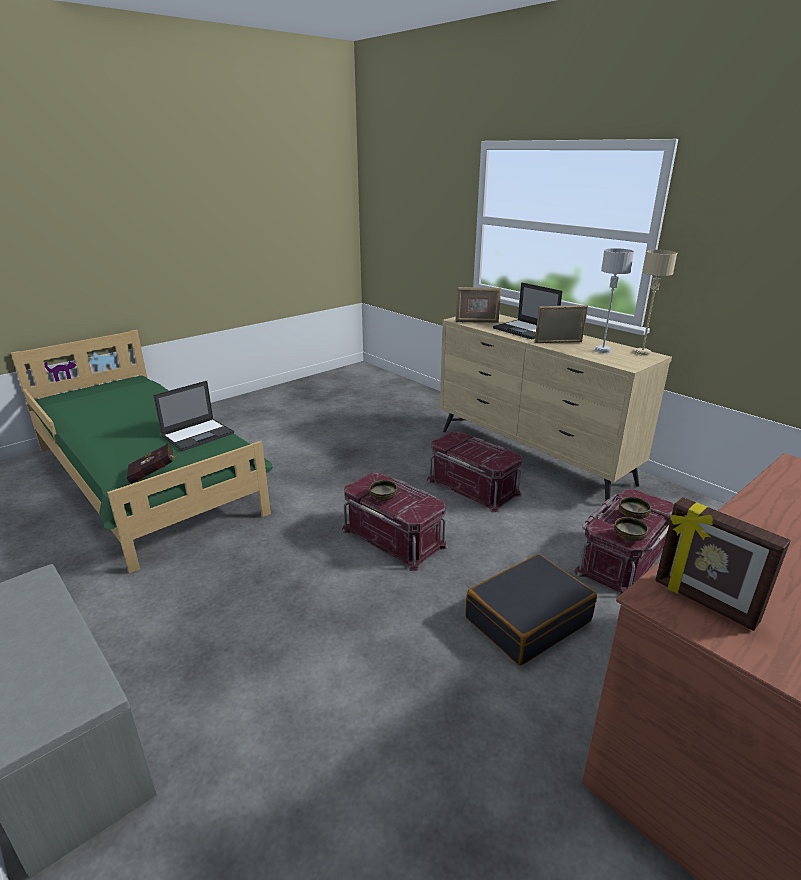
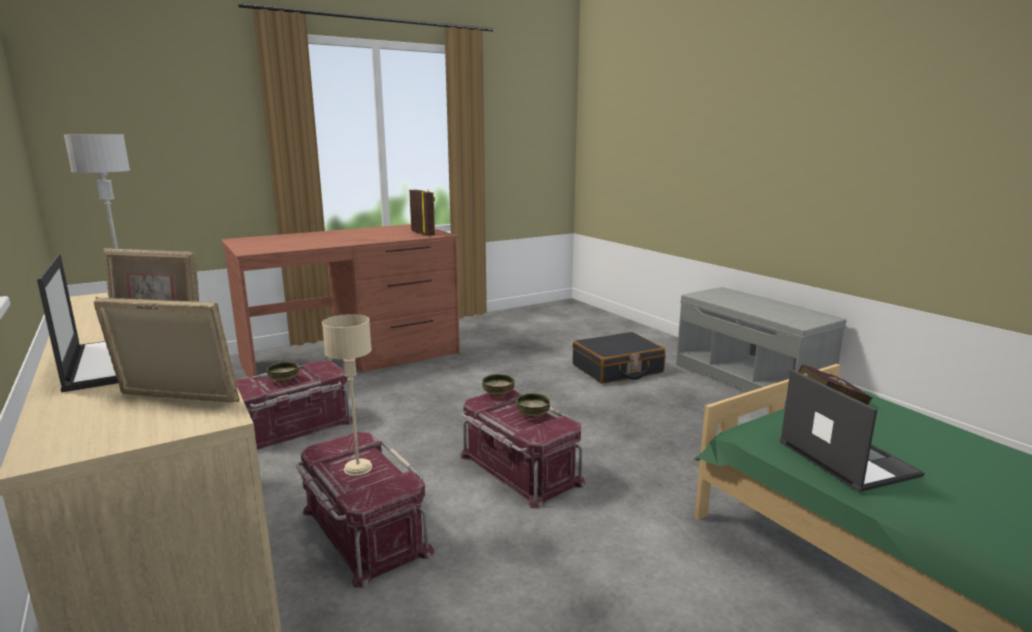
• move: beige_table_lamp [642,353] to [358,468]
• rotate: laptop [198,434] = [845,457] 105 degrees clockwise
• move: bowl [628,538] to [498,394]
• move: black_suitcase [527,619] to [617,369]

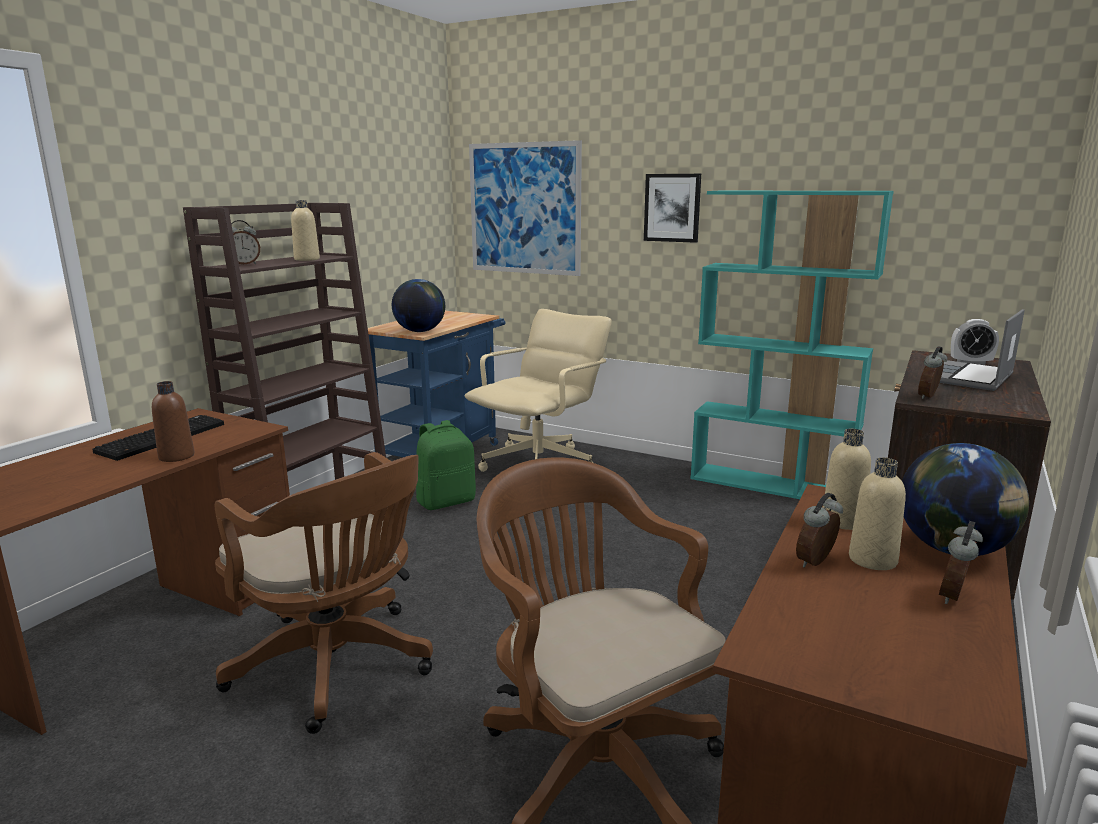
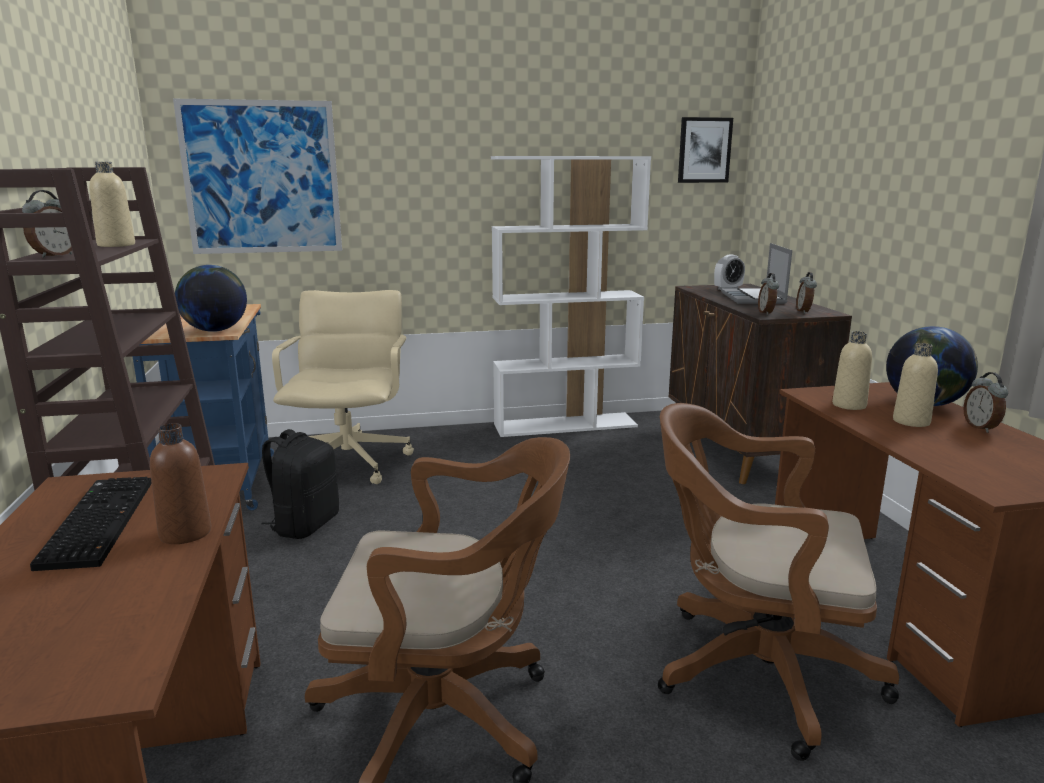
• move: picture [672,208] to [704,150]
• recolor: turquoise_bookcase [771,485] to white_bookcase [565,425]
• recolor: green_backpack [446,501] to black_backpack [304,525]
• move: alarm_clock [817,563] to [804,311]

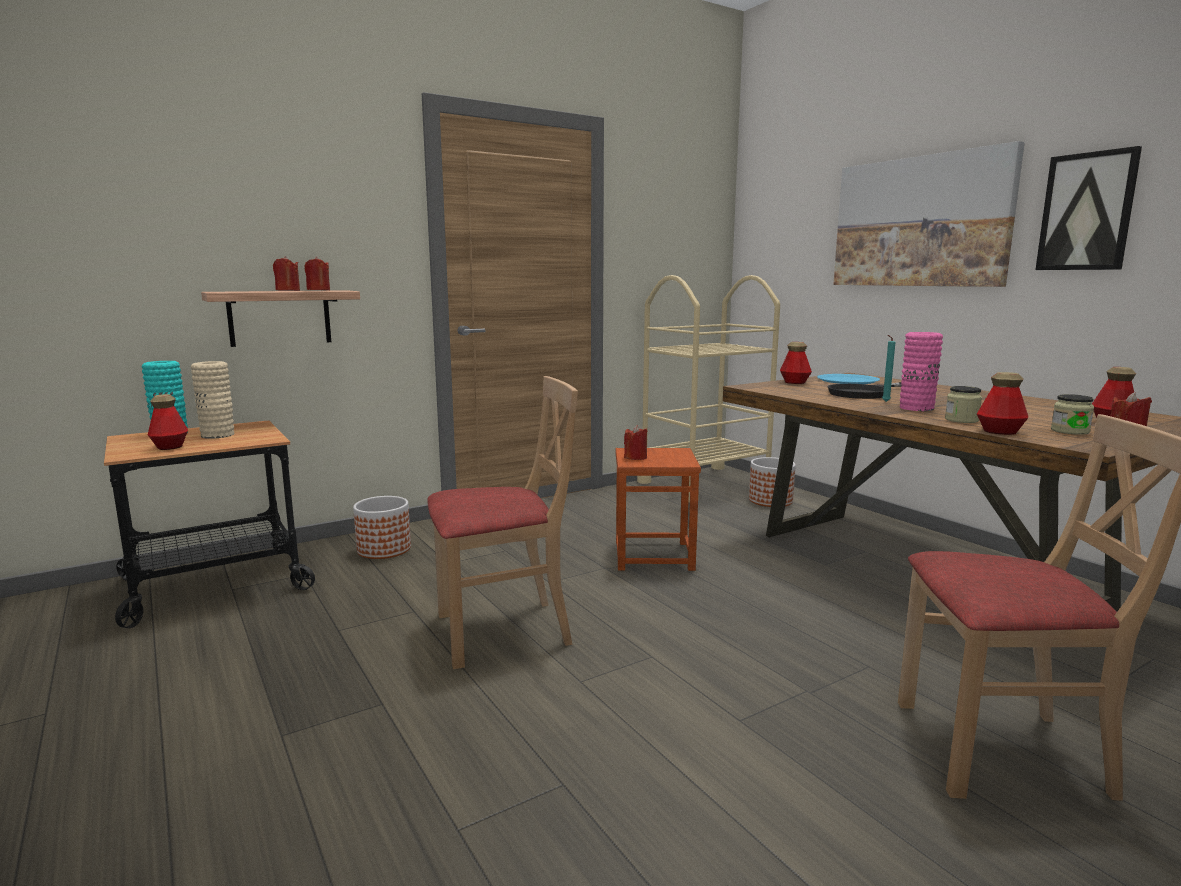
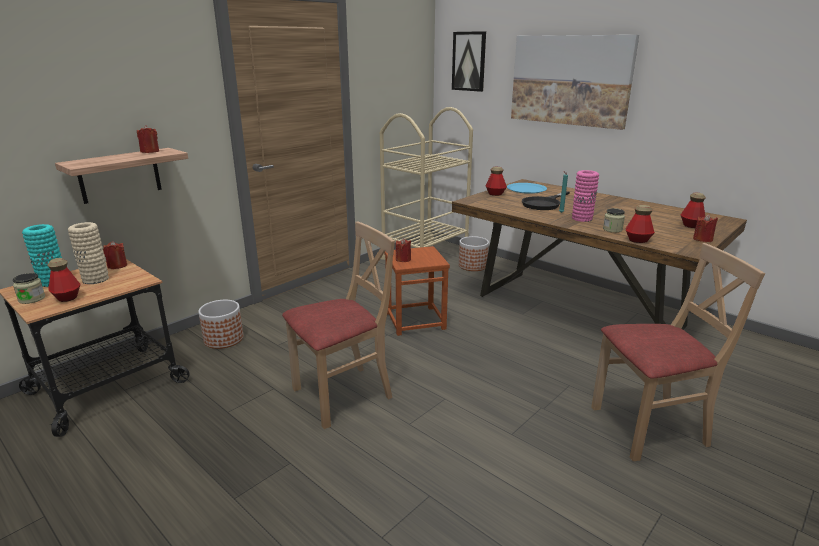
• move: picture [1087,212] to [469,61]
• move: red_candle [288,290] to [117,266]
• move: jar [1070,431] to [32,299]

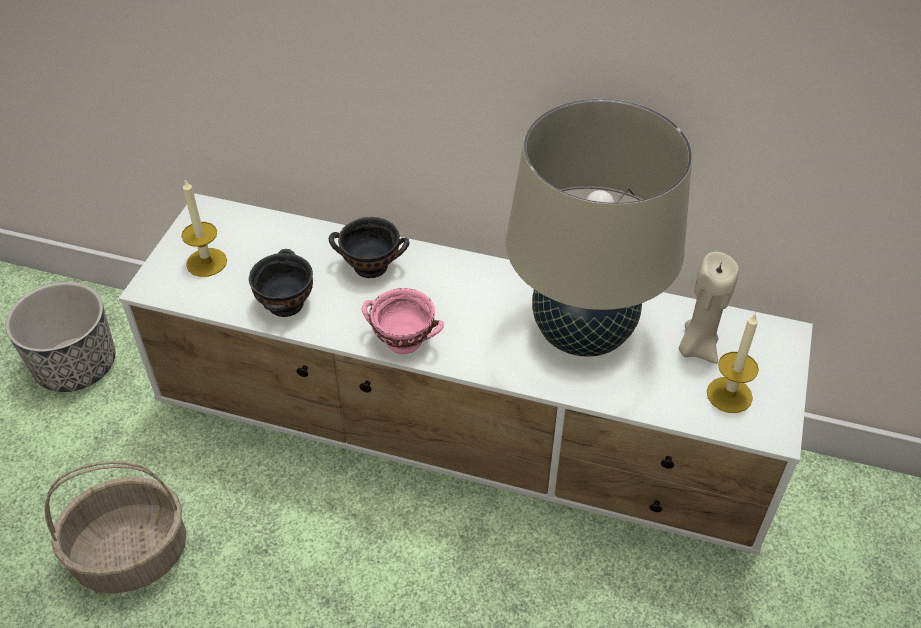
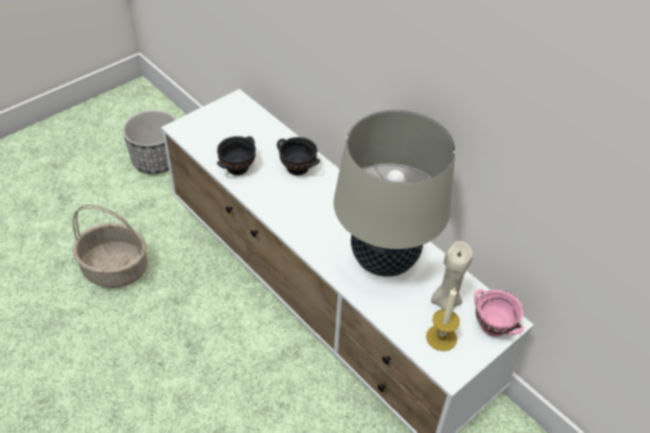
• delete: candle [206,262]
• move: pink_bowl [405,341] to [494,327]

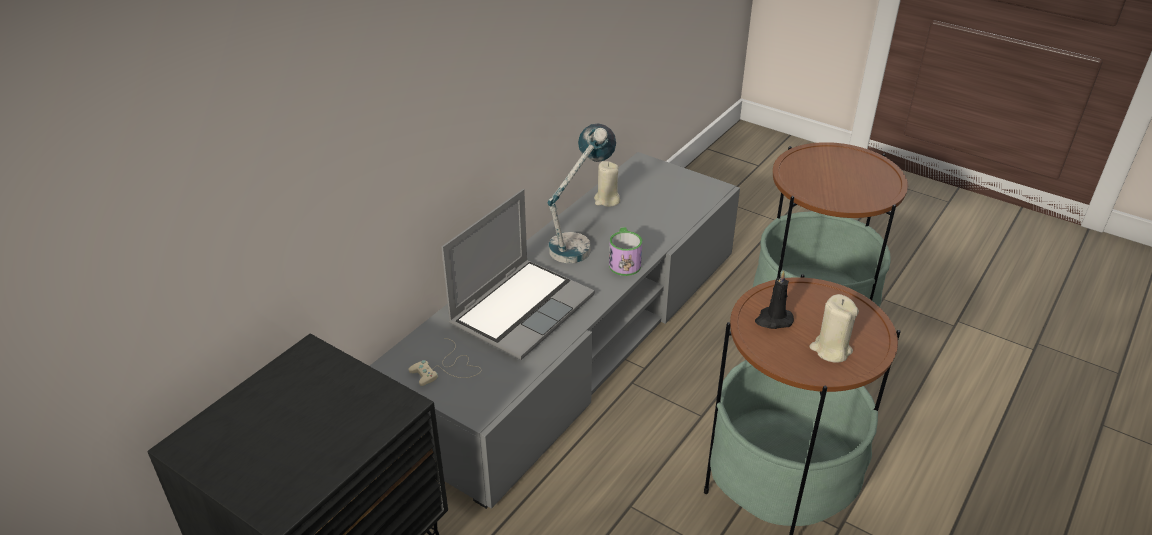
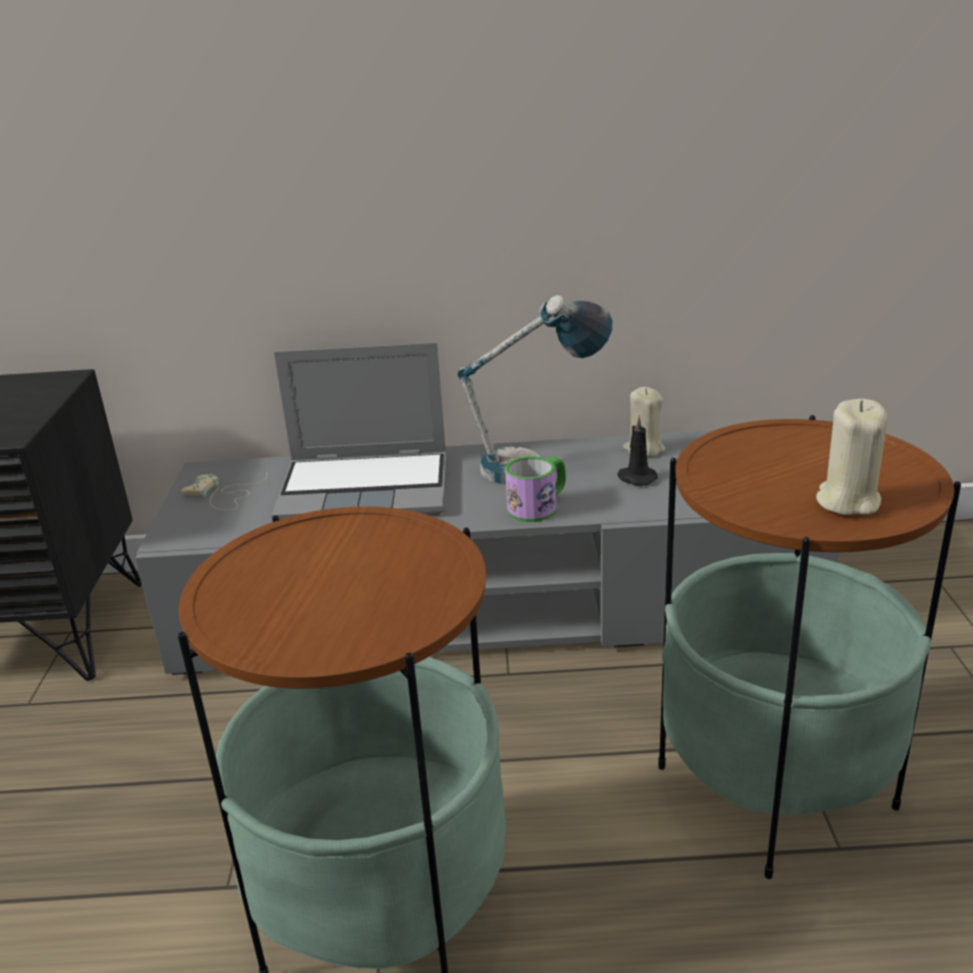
• move: black_candle [773,320] to [636,478]
• move: beige_candle [830,349] to [847,501]

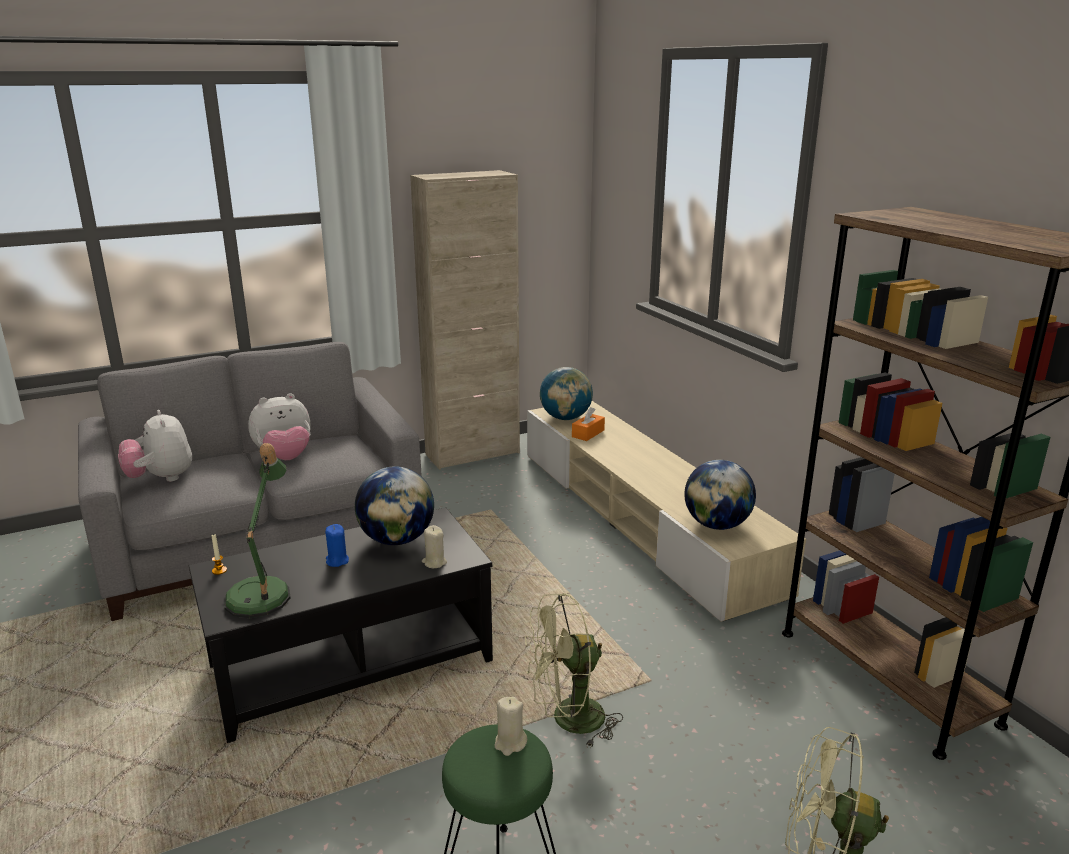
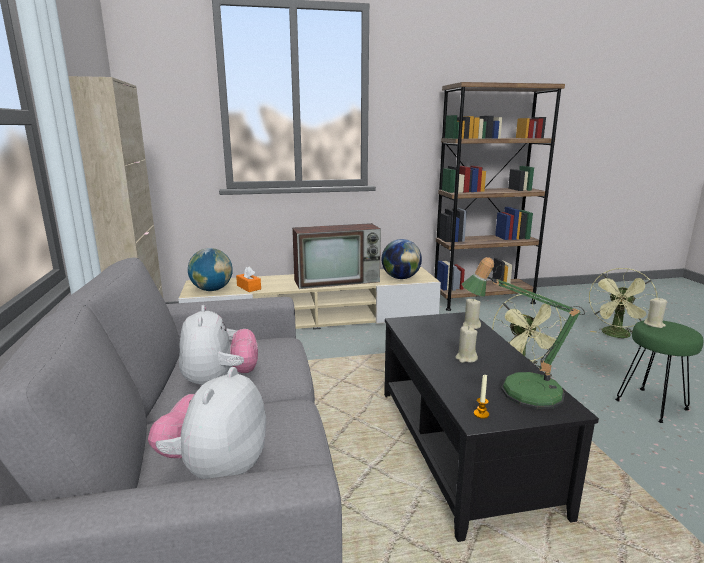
• rotate: plush_toy [161,478] = [216,469] 120 degrees clockwise
• delete: globe [397,539]
• recolor: blue_candle [337,561] to beige_candle [466,358]
• insert: television [338,281]

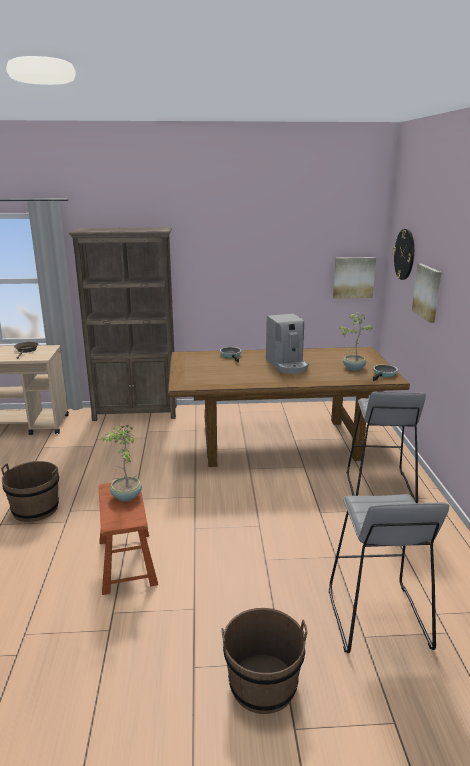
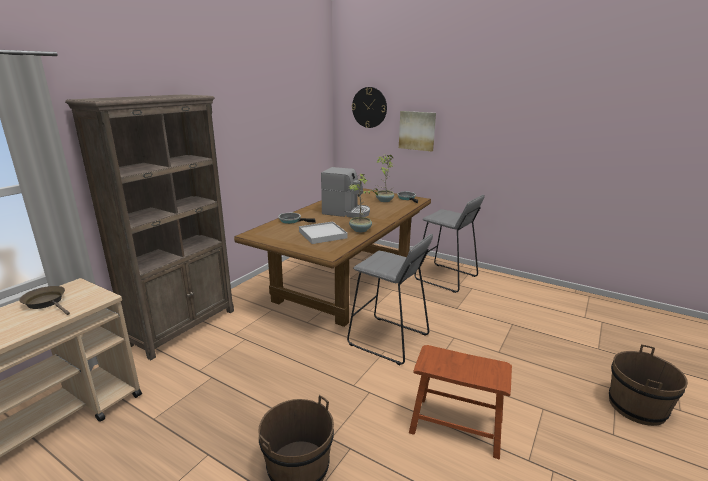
• delete: picture [353,277]
• move: potted_plant [125,496] to [360,230]
• move: grey_stool [376,618] to [388,340]
• insert: white_tray [322,235]

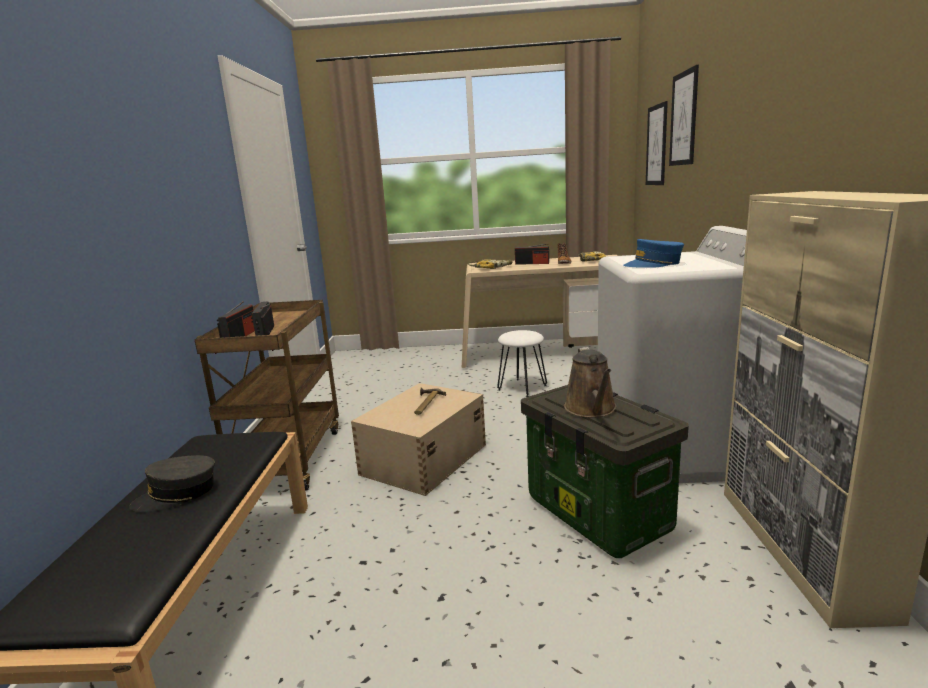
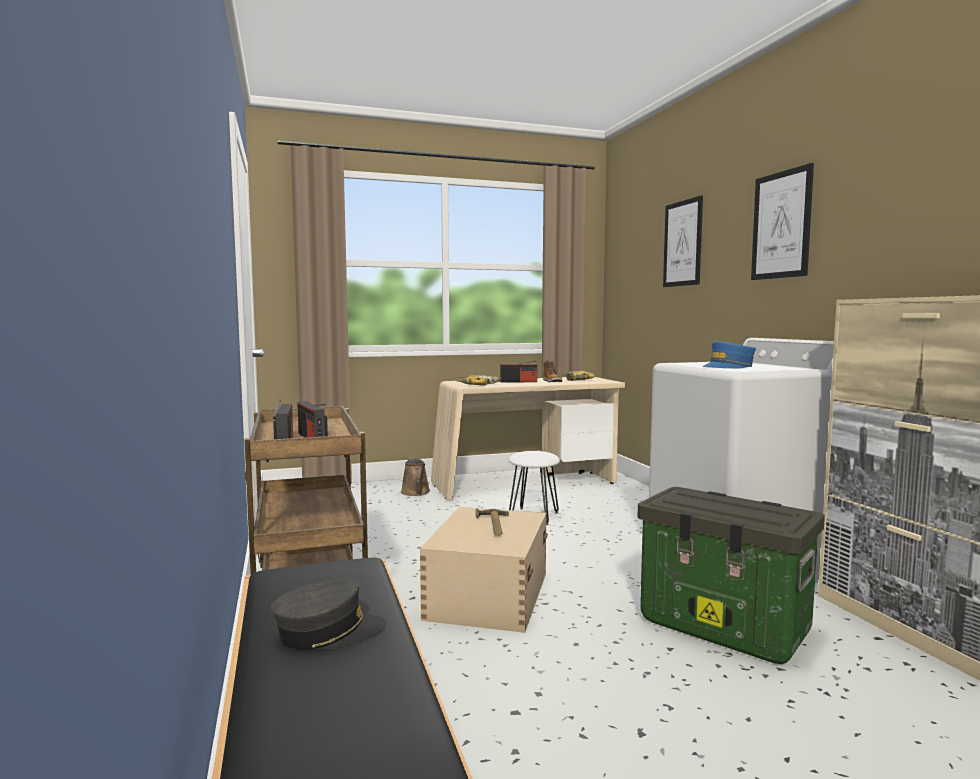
• move: picture [656,145] to [781,225]
• move: brown_watering_can [591,409] to [416,492]
• rotate: grey_cap [177,494] = [329,632] 150 degrees counterclockwise

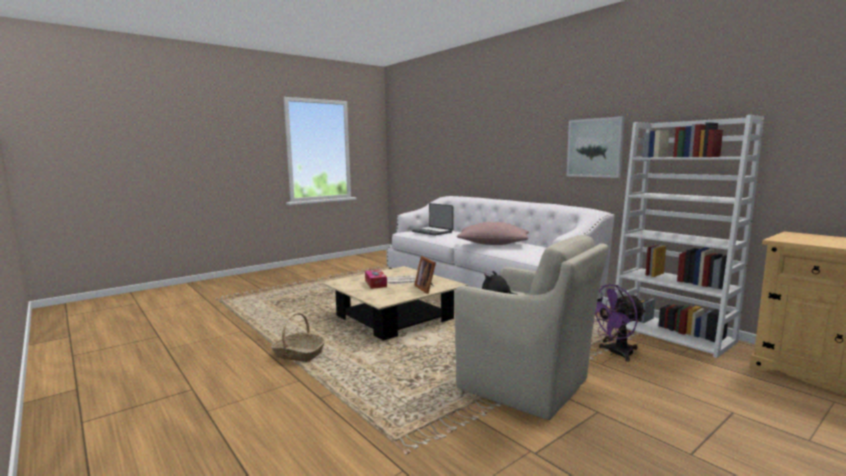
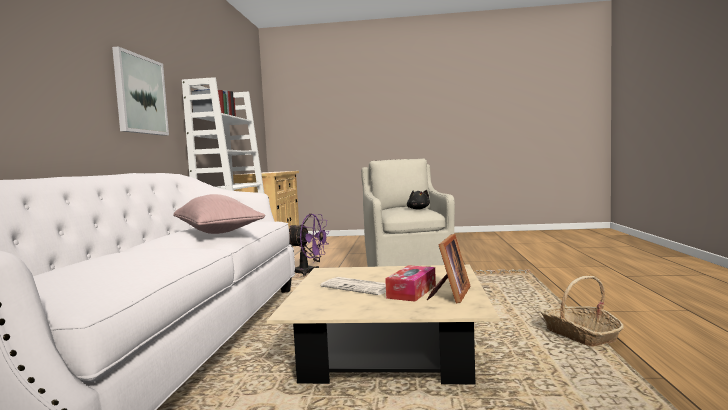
• delete: laptop [433,232]
• move: picture_frame [426,288] to [450,295]

